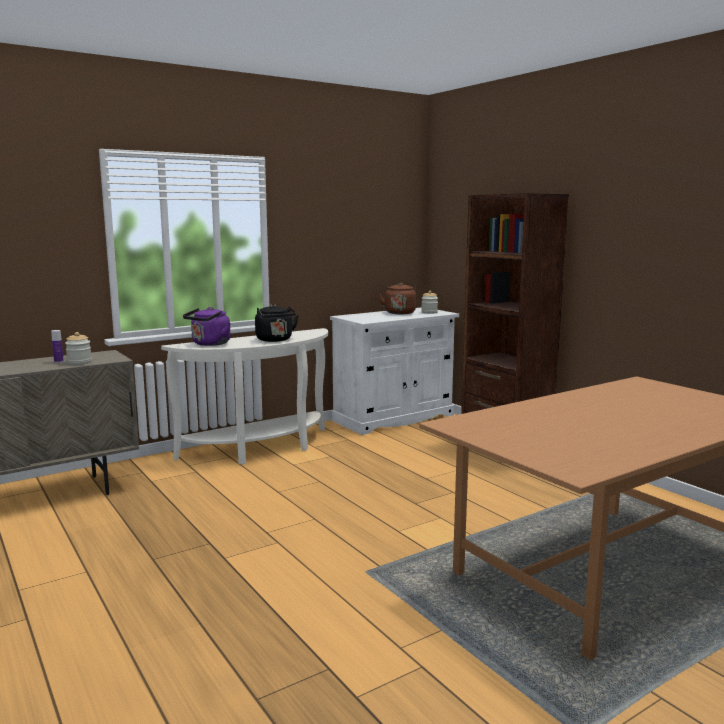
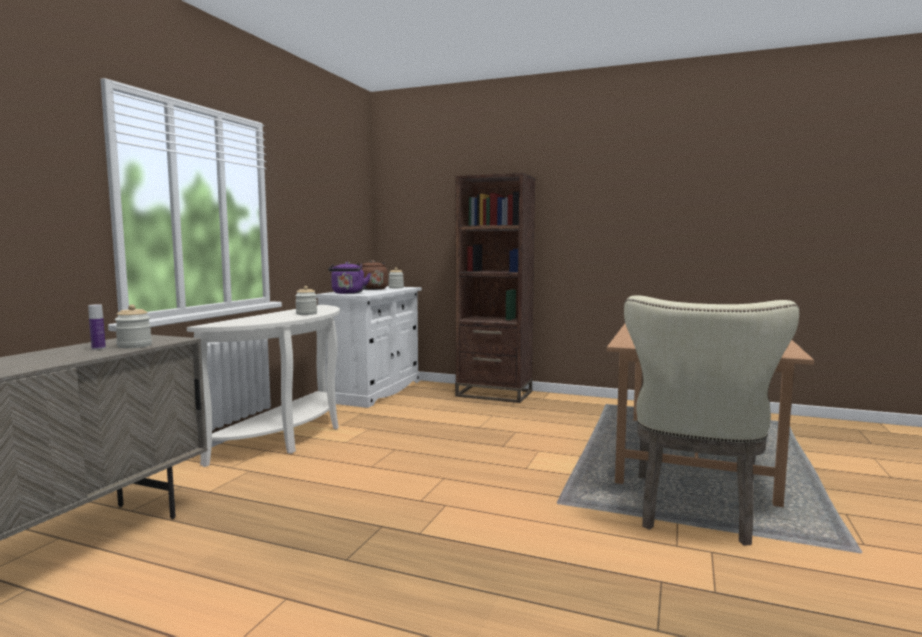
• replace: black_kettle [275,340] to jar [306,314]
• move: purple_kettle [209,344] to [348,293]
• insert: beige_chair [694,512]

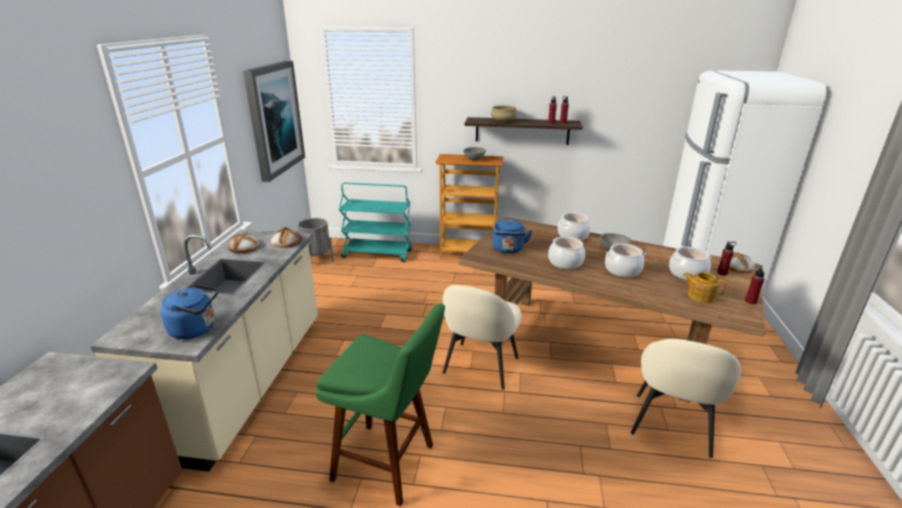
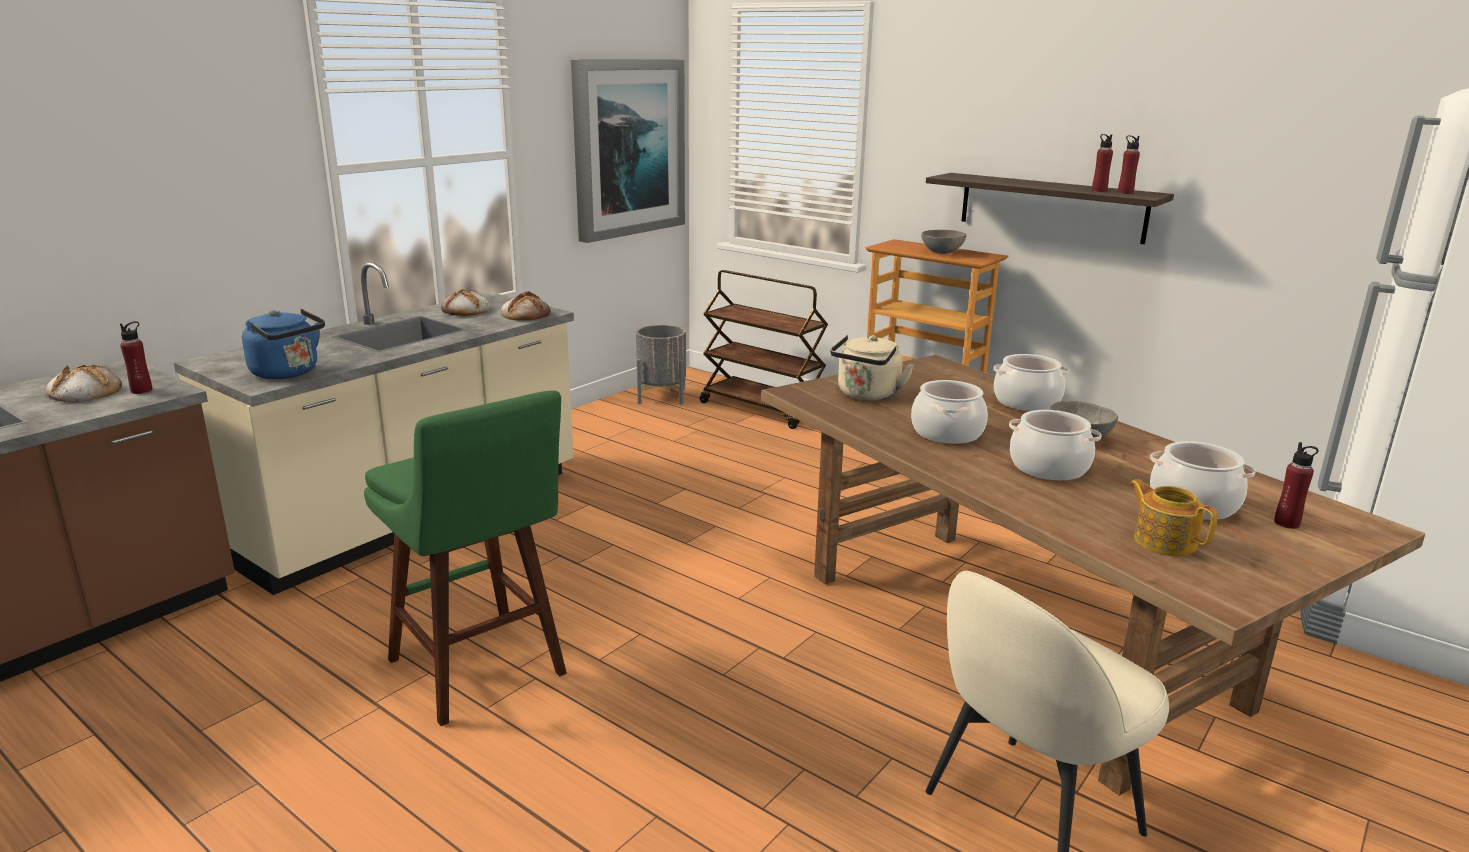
• delete: beige_cooking_pot [503,121]
• recolor: turquoise_cart [378,254] to brown_cart [762,409]
• recolor: blue_kettle [508,249] to beige_kettle [867,395]
• move: bread [736,266] to [84,392]
• move: red_bottle [750,301] to [142,390]
• delete: beige_chair [480,367]

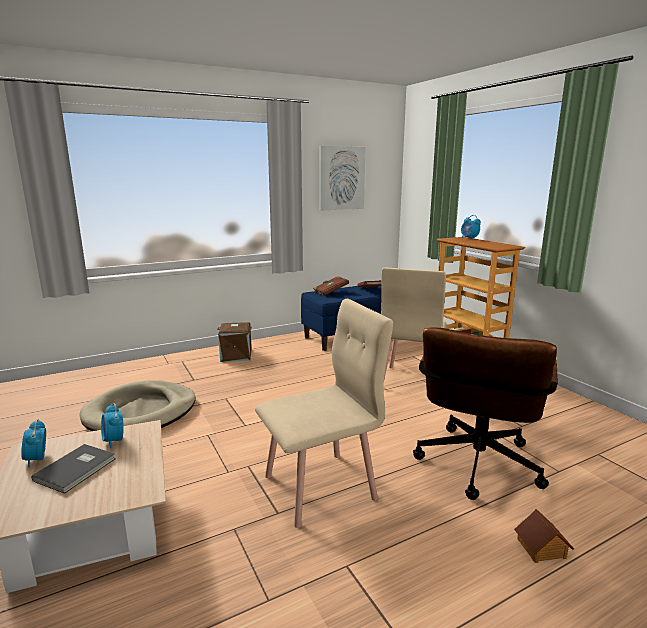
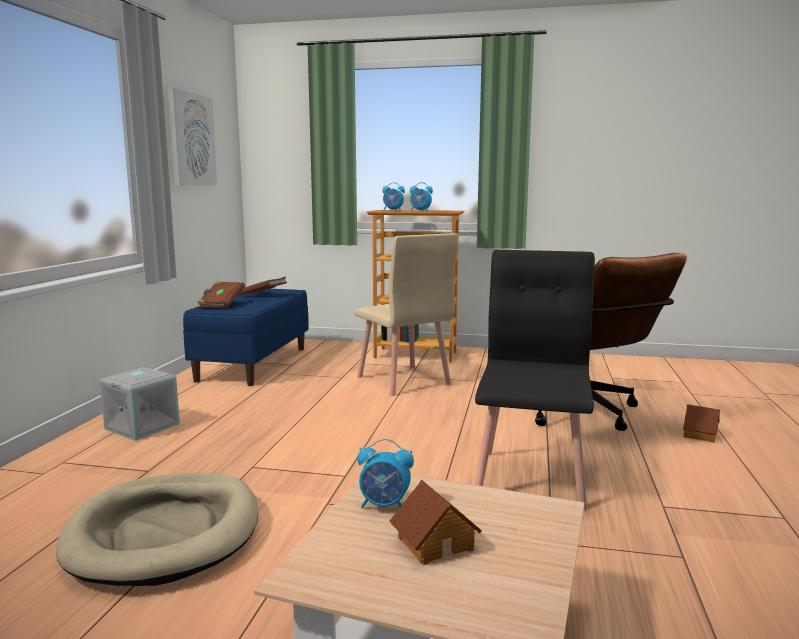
• recolor: beige_chair [321,487] to black_chair [532,478]
• recolor: brown_storage_box [236,355] to grey_storage_box [142,426]
• move: alarm_clock [37,459] to [420,211]
• replace: grey_book [77,469] to toy_house [434,543]

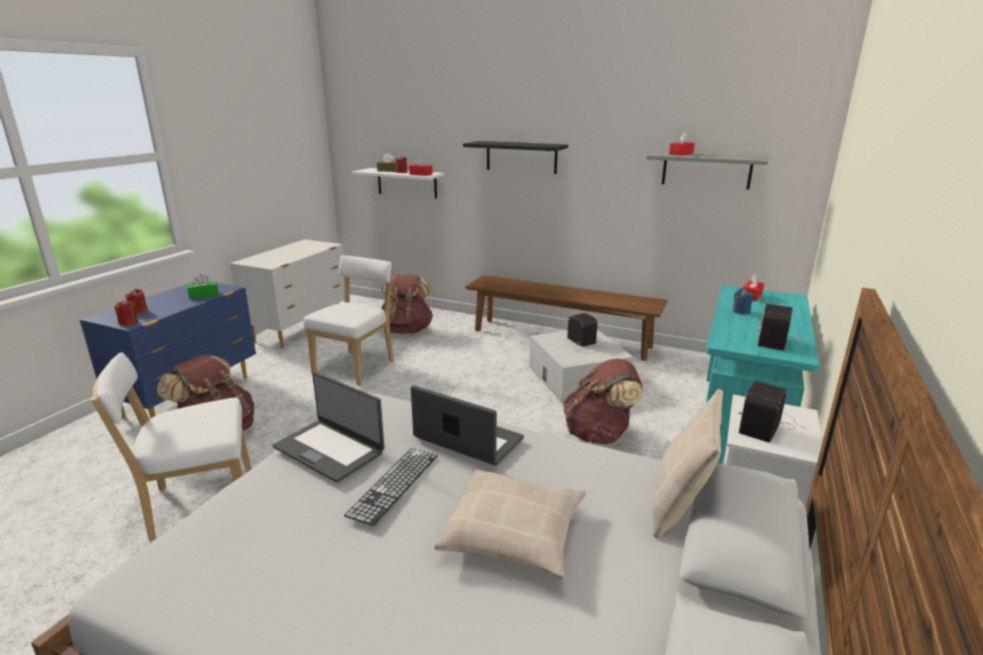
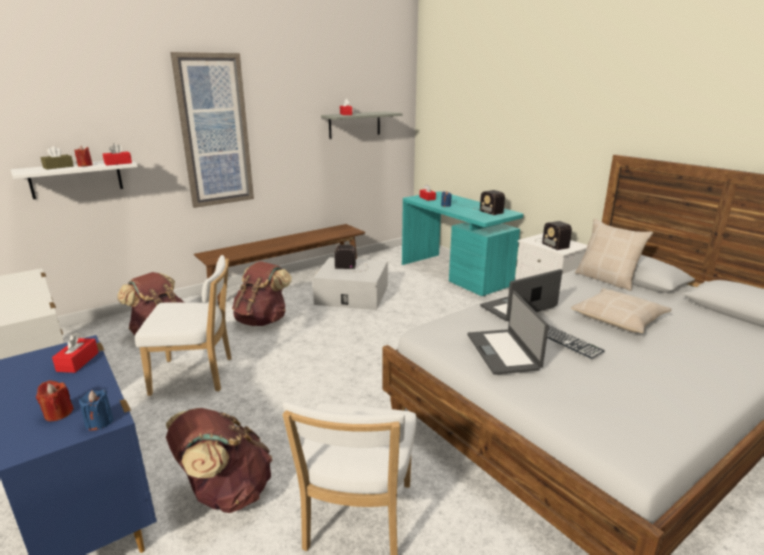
• replace: black_shelf [521,157] to picture [214,131]
• rotate: white_chair [357,366] = [197,376] 120 degrees clockwise
• recolor: green_tissue_box [204,295] to red_tissue_box [78,362]
• recolor: red_candle [128,323] to blue_candle [99,422]
• move: brown_backpack [599,434] to [262,320]
• rotate: laptop [329,449] = [503,351] 105 degrees clockwise

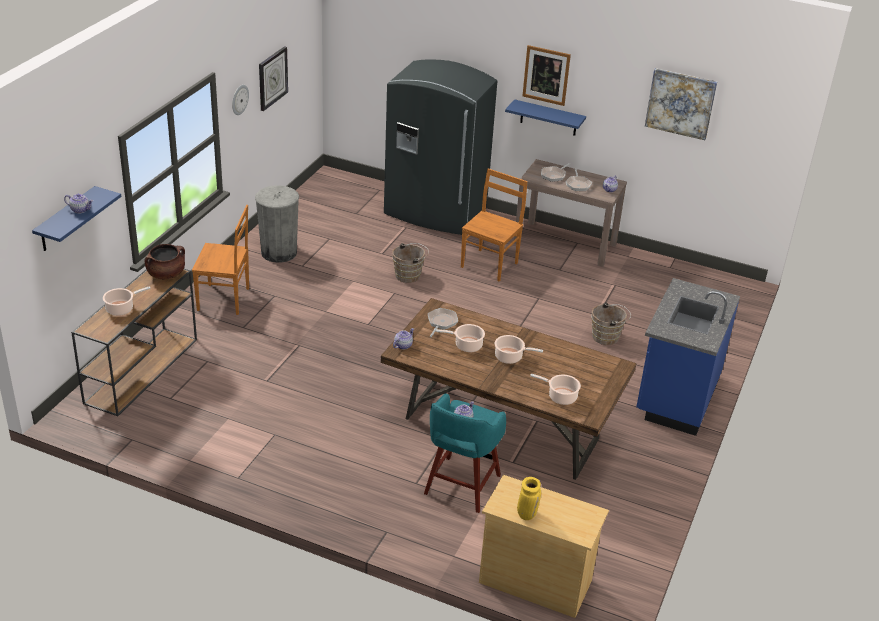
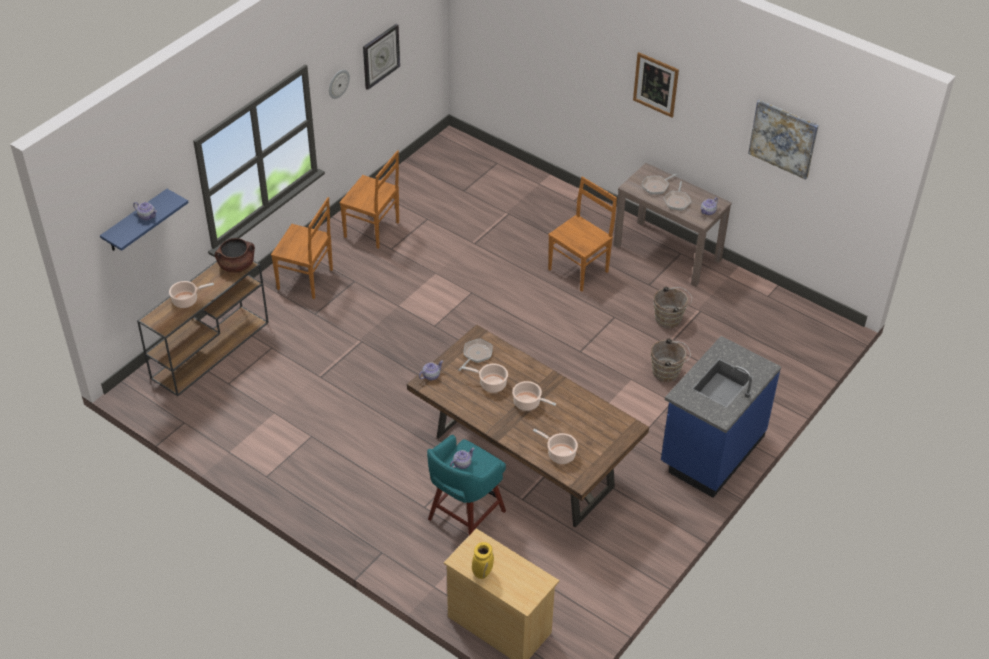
• delete: grey_fridge [434,213]
• delete: blue_shelf [548,118]
• replace: grey_trash_can [279,252] to brown_chair [373,230]
• move: brown_bucket [409,275] to [670,319]

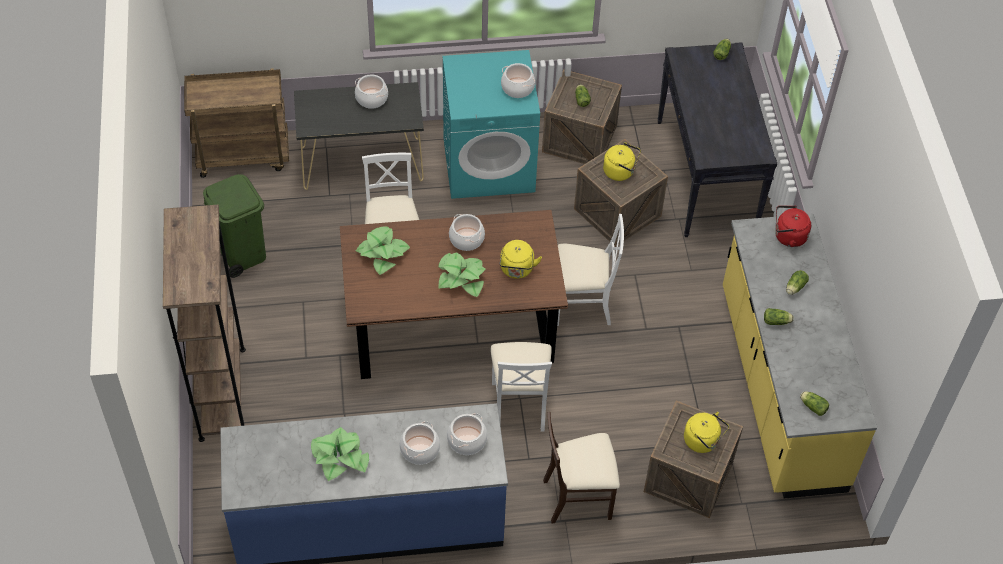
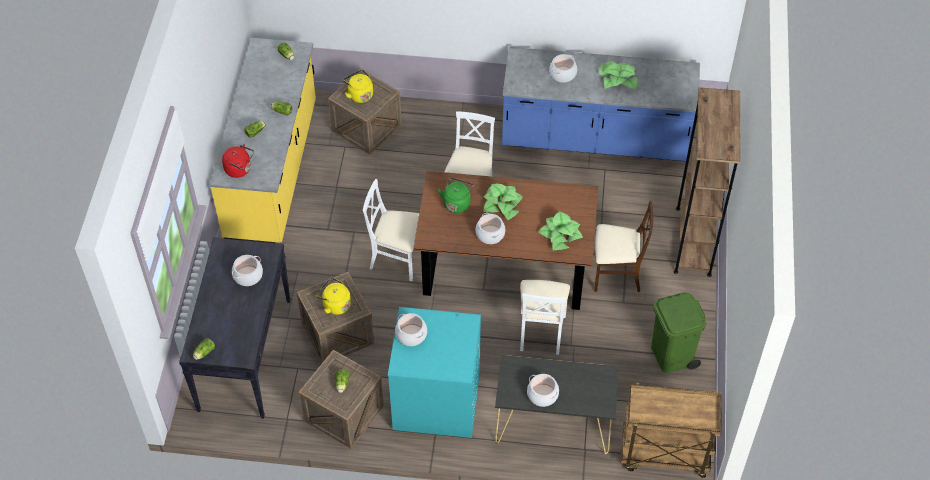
• recolor: yellow_kettle [517,270] to green_kettle [457,203]
• move: beige_chair [578,497] to [616,275]
• move: cooking_pot [467,441] to [248,275]

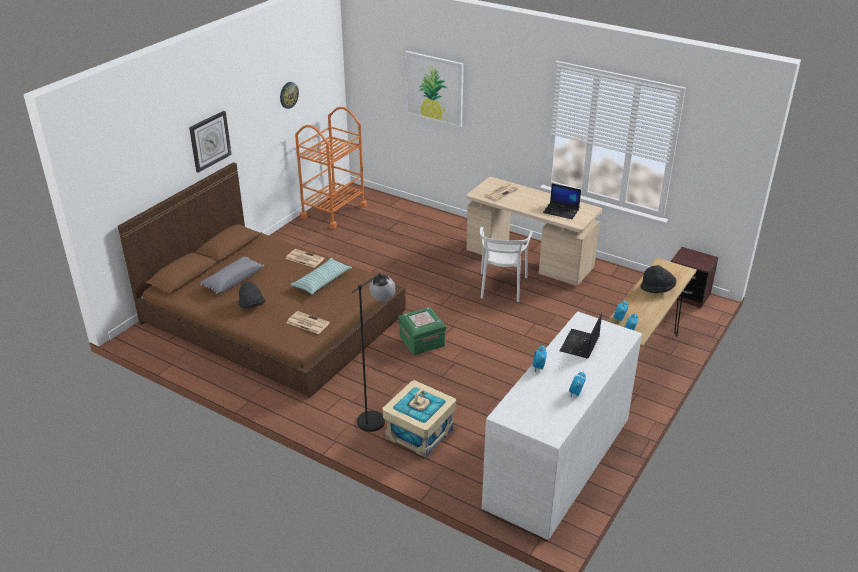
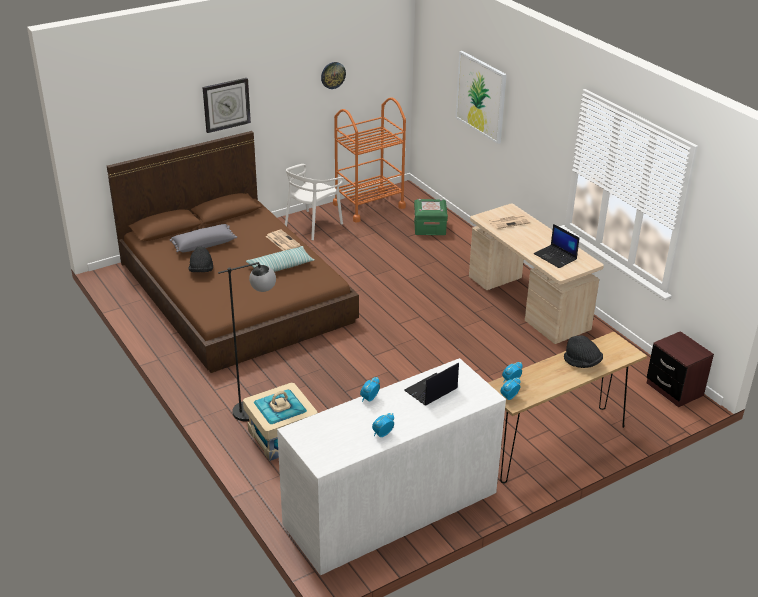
• move: white_chair [502,287] to [312,225]
• move: green_storage_box [422,341] to [429,227]
• delete: newspaper [307,323]

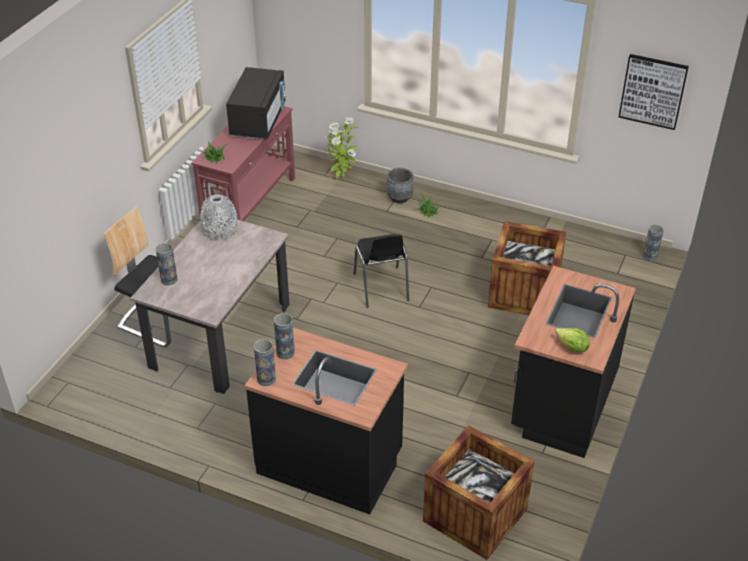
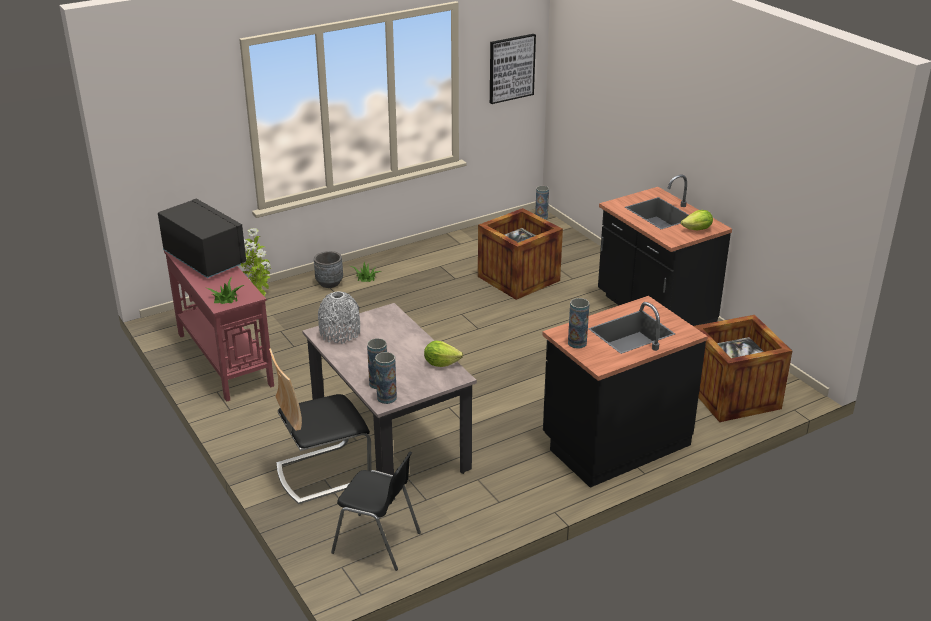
• move: black_chair [381,287] to [377,543]
• move: vase [266,379] to [387,398]
• insert: lettuce [441,363]

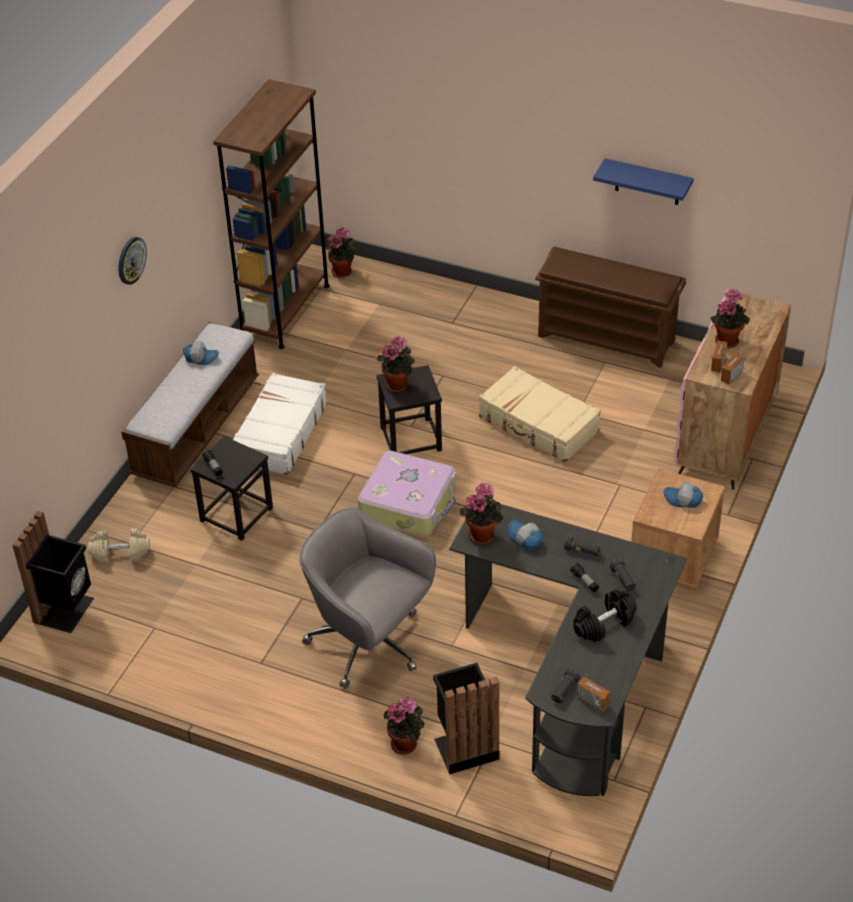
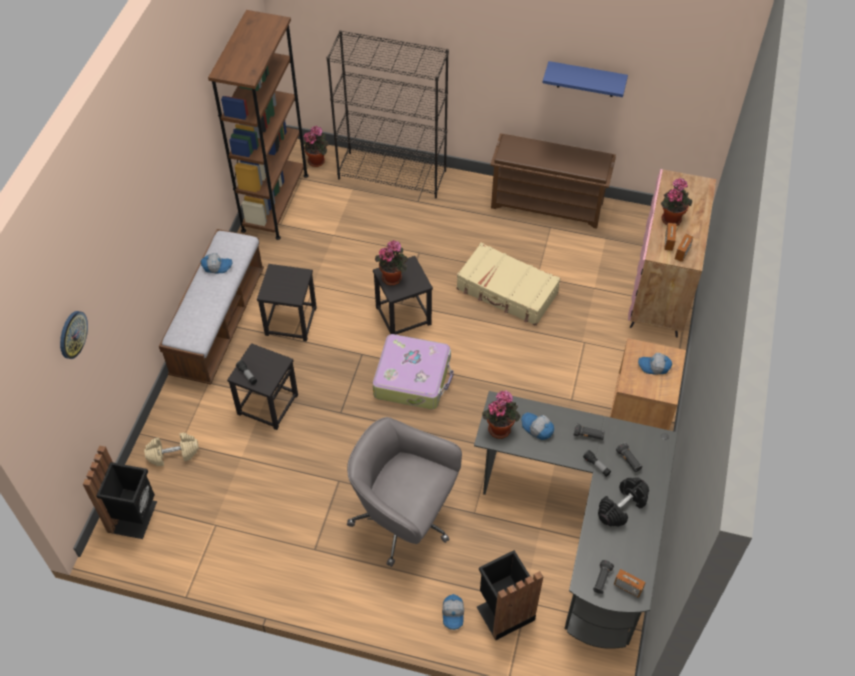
• move: wall_clock [131,260] to [72,334]
• replace: white_suitcase [280,433] to black_stool [291,321]
• replace: potted_plant [406,743] to cap [453,614]
• insert: black_bookcase [393,174]

